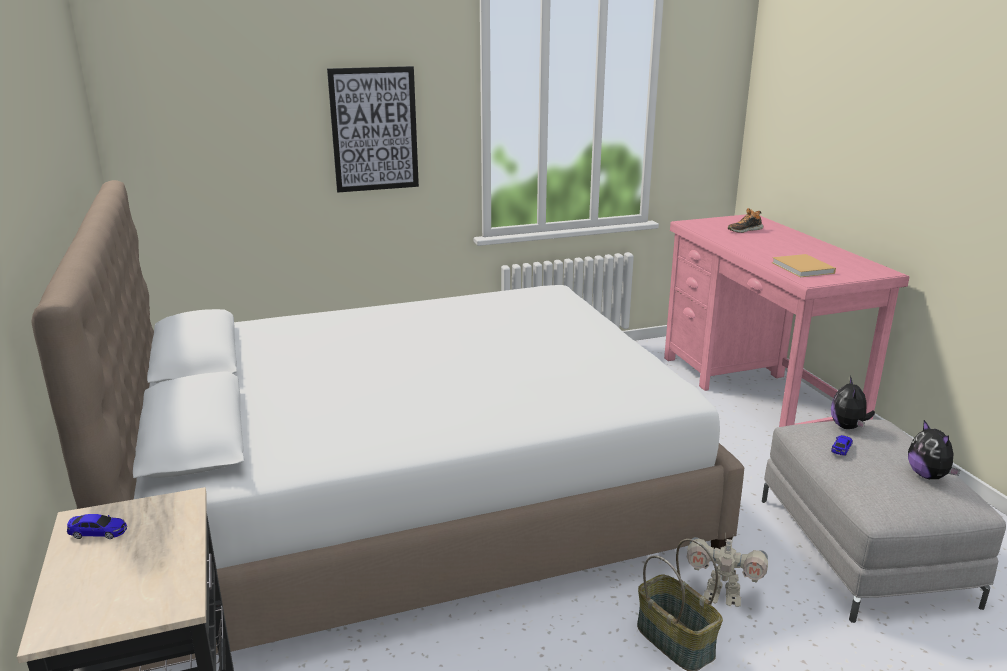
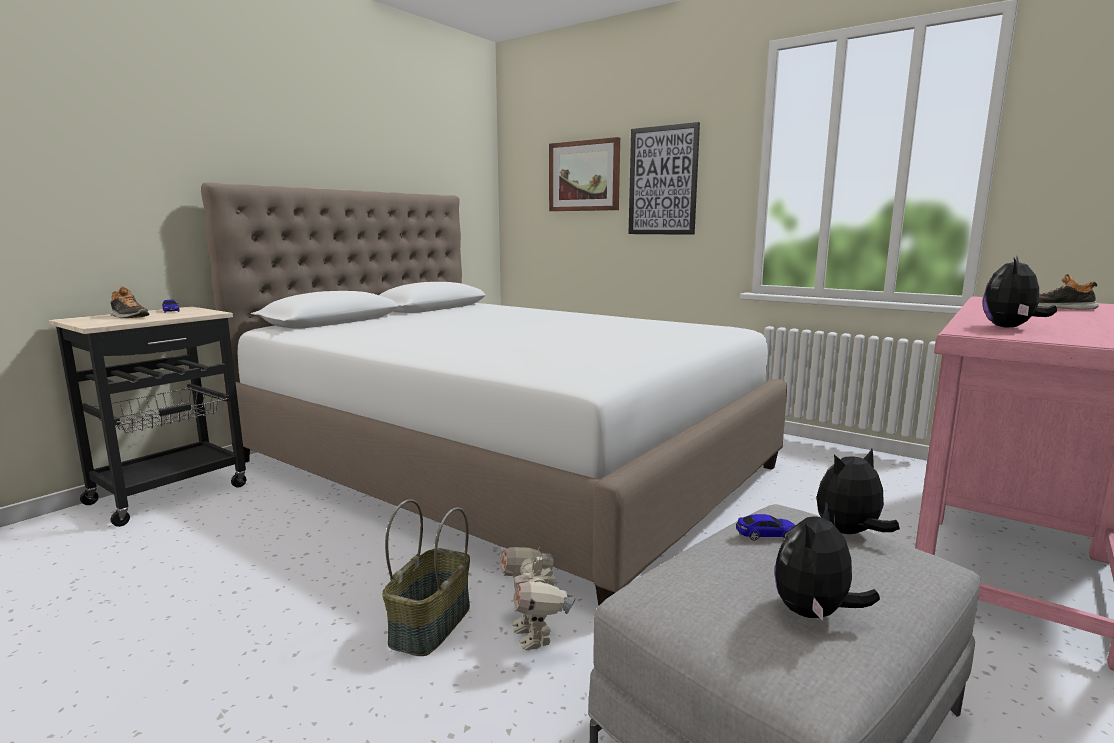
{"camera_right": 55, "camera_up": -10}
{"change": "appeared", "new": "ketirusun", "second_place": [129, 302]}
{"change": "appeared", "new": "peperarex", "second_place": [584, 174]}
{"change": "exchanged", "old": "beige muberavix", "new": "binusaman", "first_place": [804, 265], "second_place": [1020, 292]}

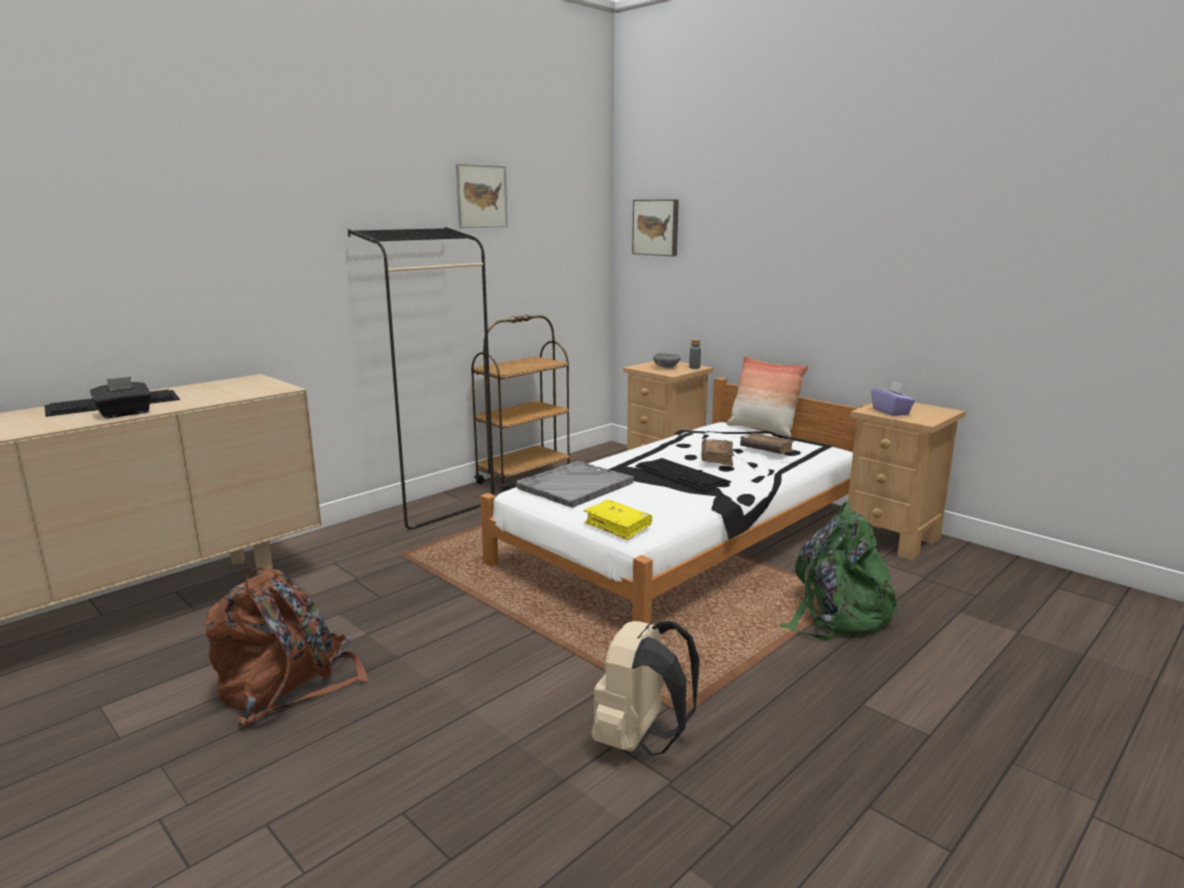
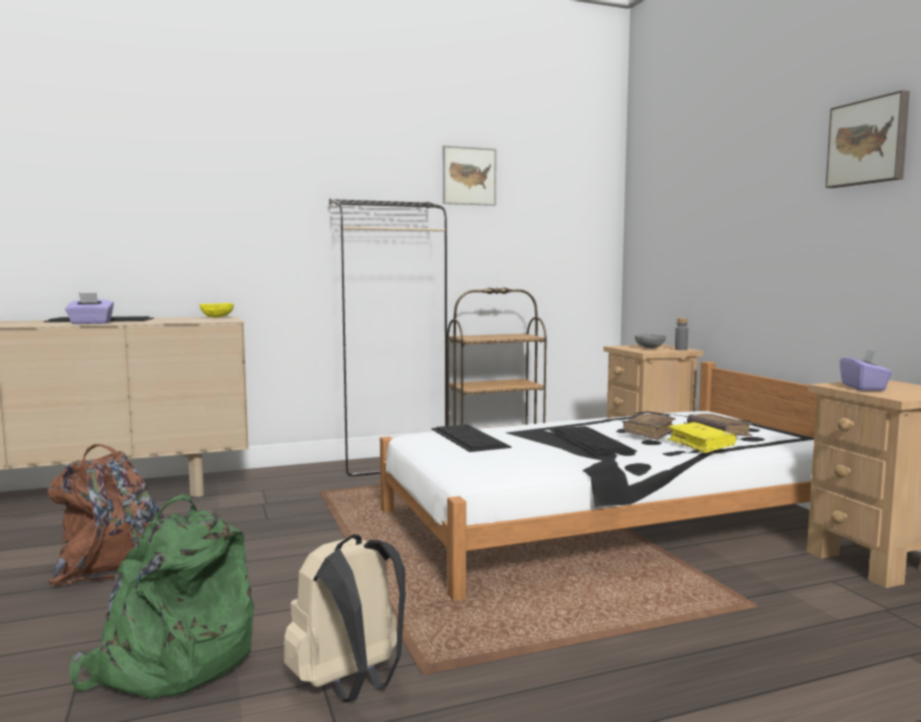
{"camera_right": 25, "camera_up": -10}
{"change": "missing", "old": "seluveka", "first_place": [767, 396]}
{"change": "appeared", "new": "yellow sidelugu", "second_place": [216, 310]}
{"change": "relocated", "old": "yellow muberavix", "first_place": [618, 520], "second_place": [701, 437]}
{"change": "relocated", "old": "peperarex", "first_place": [655, 227], "second_place": [867, 139]}
{"change": "relocated", "old": "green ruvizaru", "first_place": [840, 570], "second_place": [162, 597]}
{"change": "exchanged", "old": "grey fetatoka", "new": "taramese", "first_place": [575, 484], "second_place": [471, 438]}
{"change": "colour", "old": "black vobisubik", "new": "purple vobisubik", "first_place": [120, 397], "second_place": [89, 308]}

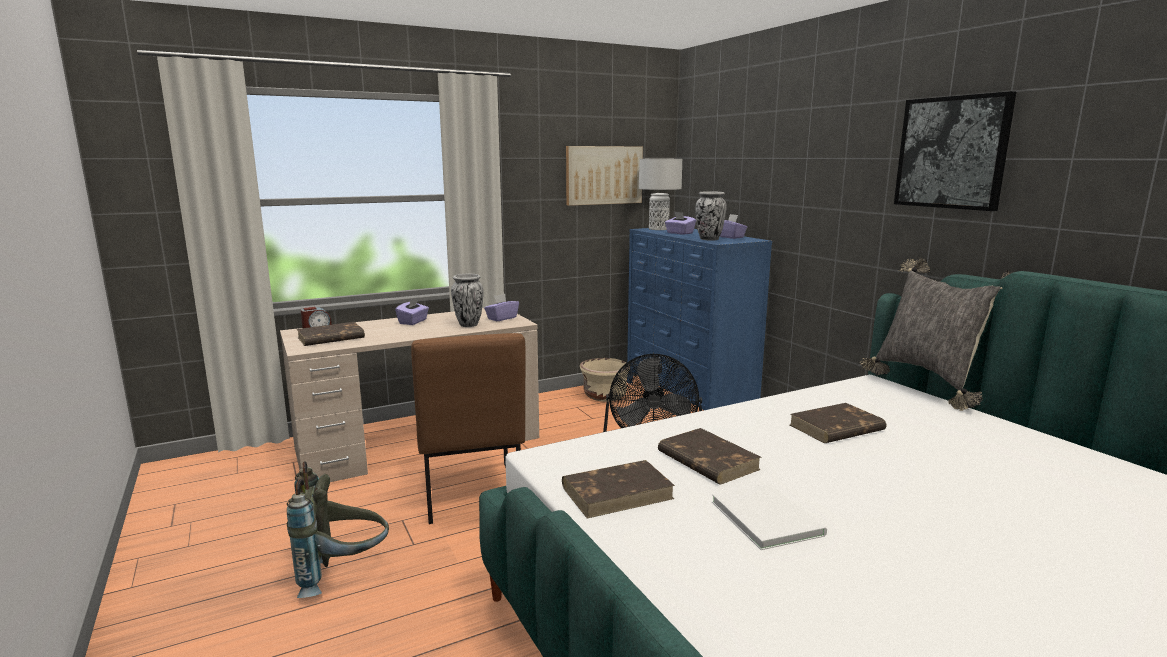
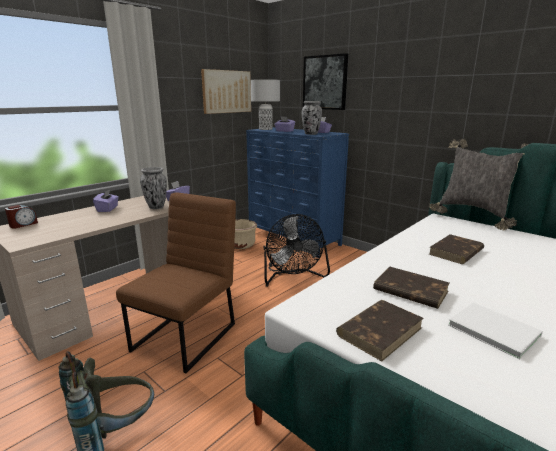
{"camera_right": -20, "camera_up": 5}
{"change": "missing", "old": "brown muberavix", "first_place": [331, 334]}
{"change": "relocated", "old": "peperarex", "first_place": [955, 151], "second_place": [325, 81]}
{"change": "spun", "old": "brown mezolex", "first_place": [468, 428], "second_place": [176, 282], "degrees": -120}

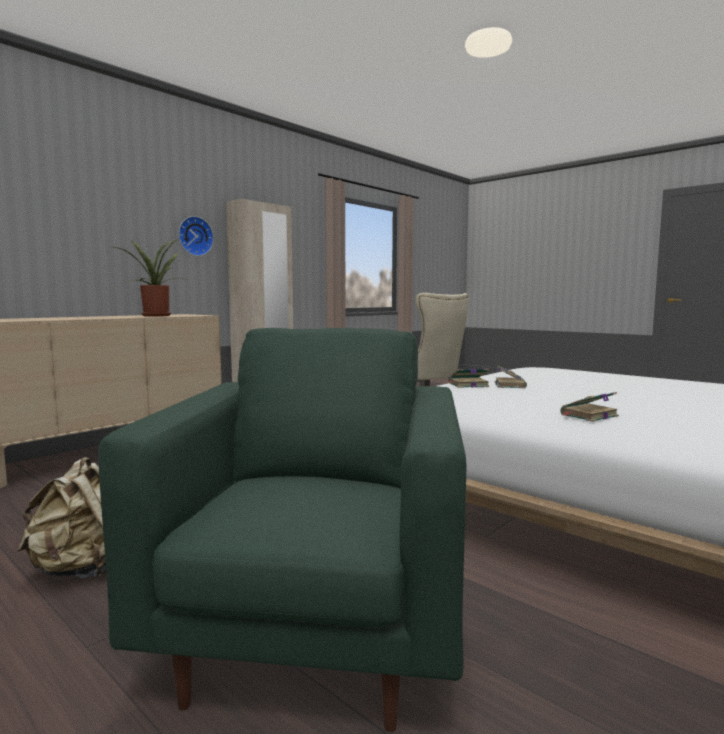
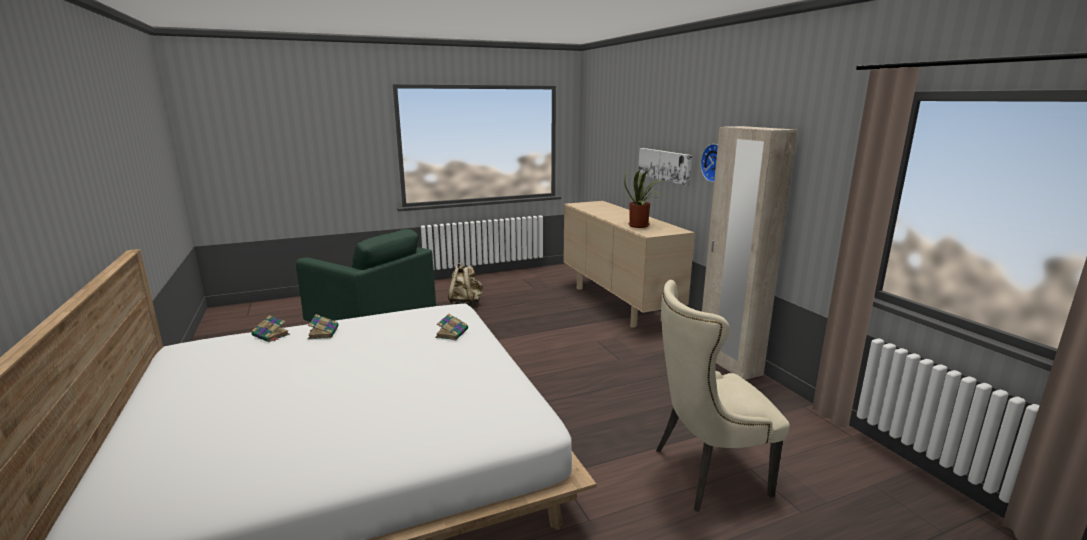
{"camera_right": 115, "camera_up": 10}
{"change": "appeared", "new": "peperarex", "second_place": [665, 167]}
{"change": "relocated", "old": "muberavix", "first_place": [510, 377], "second_place": [270, 328]}

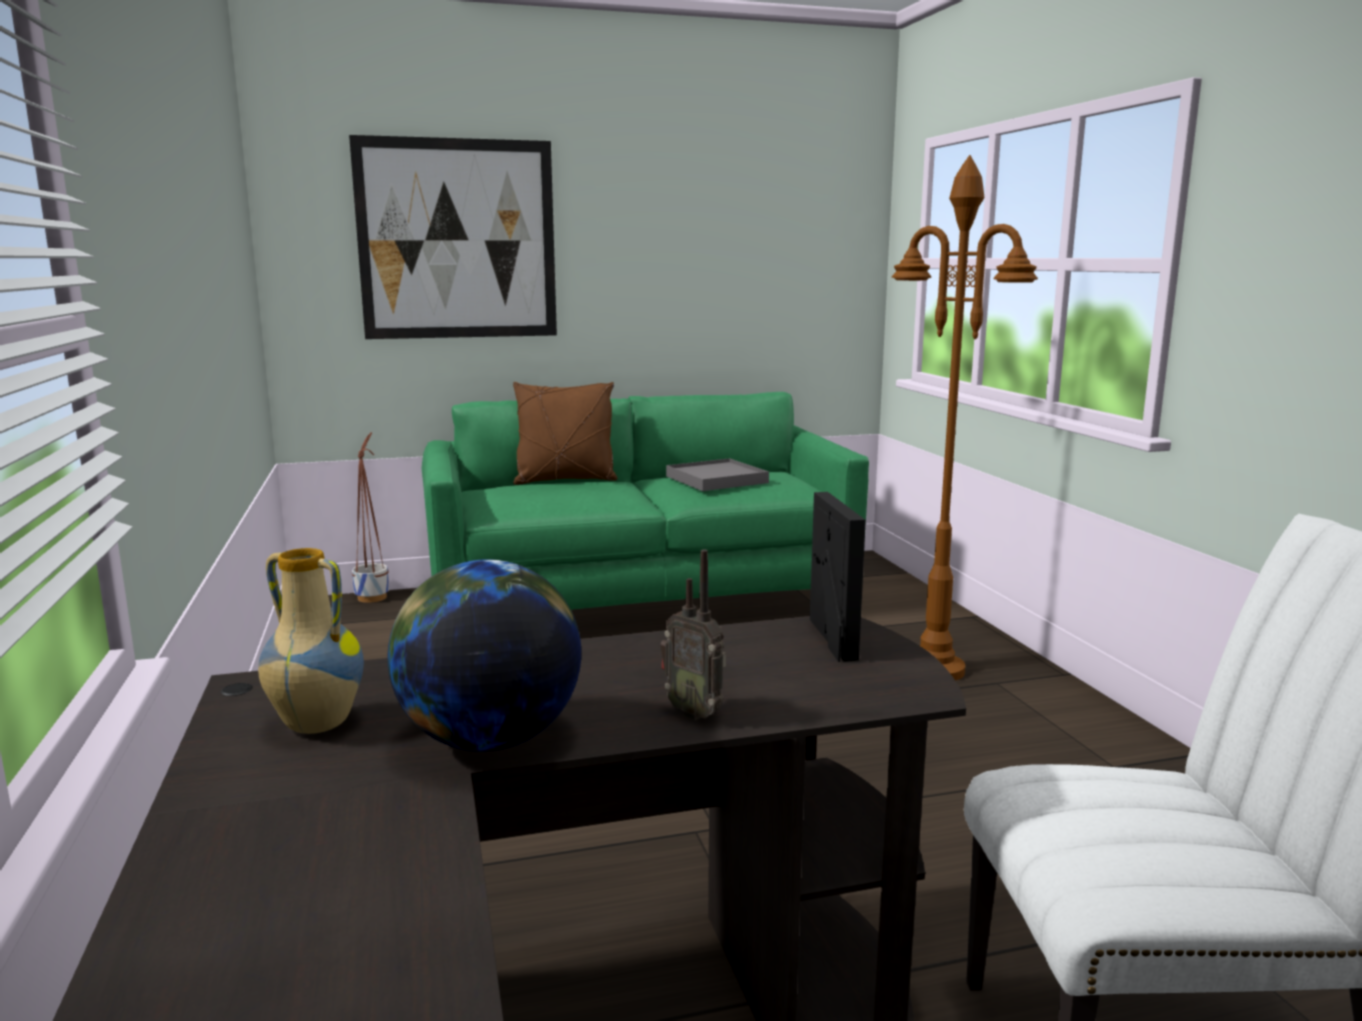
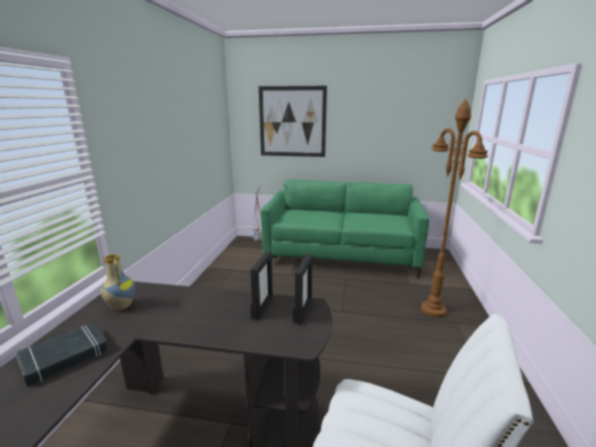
{"camera_right": 25, "camera_up": 5}
{"change": "missing", "old": "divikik", "first_place": [484, 655]}
{"change": "missing", "old": "brown seluveka", "first_place": [565, 433]}
{"change": "missing", "old": "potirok", "first_place": [693, 635]}
{"change": "missing", "old": "grey fetatoka", "first_place": [717, 474]}
{"change": "appeared", "new": "black muberavix", "second_place": [62, 354]}
{"change": "appeared", "new": "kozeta", "second_place": [261, 285]}

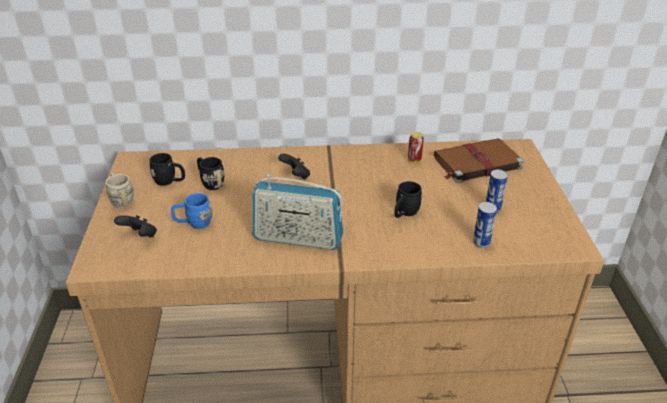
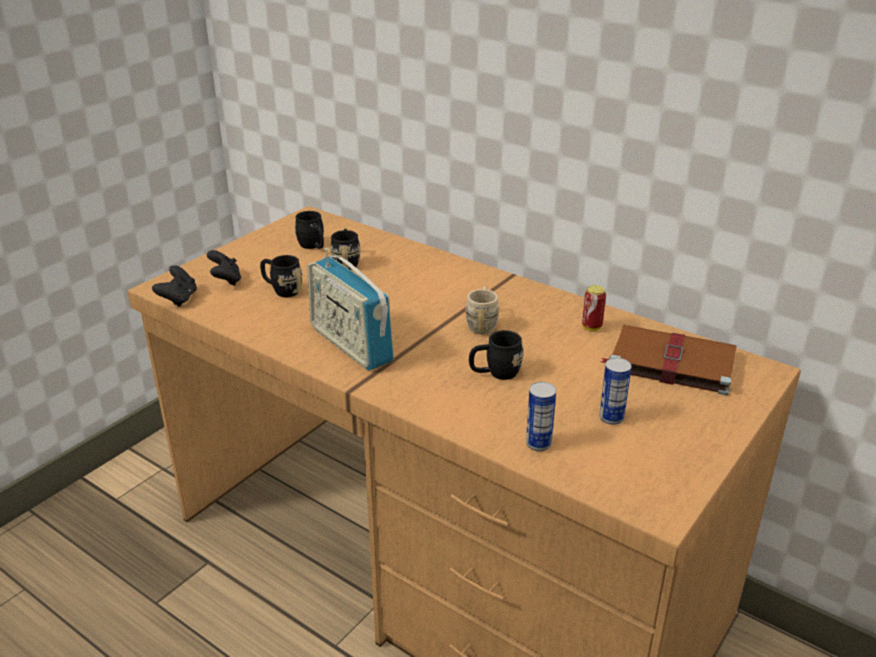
{"camera_right": 40, "camera_up": -5}
{"change": "relocated", "old": "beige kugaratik", "first_place": [120, 190], "second_place": [482, 311]}
{"change": "relocated", "old": "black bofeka", "first_place": [294, 167], "second_place": [174, 286]}
{"change": "colour", "old": "blue kugaratik", "new": "black kugaratik", "first_place": [192, 211], "second_place": [281, 276]}

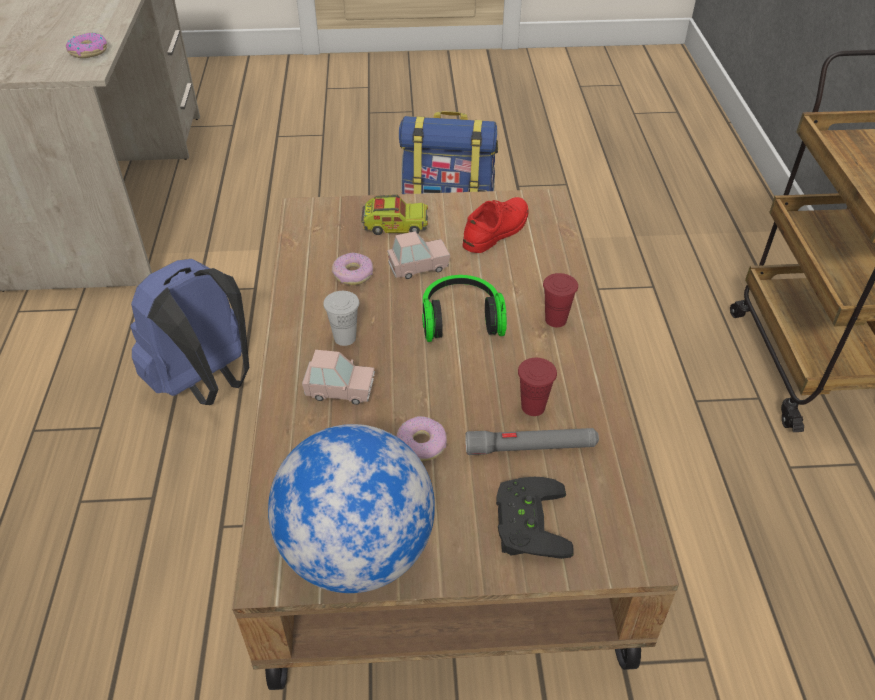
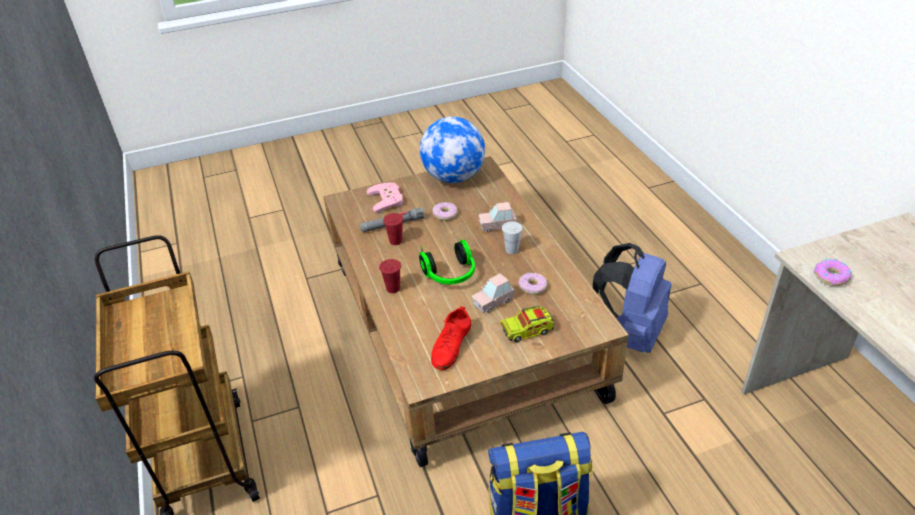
{"camera_right": 165, "camera_up": -5}
{"change": "colour", "old": "black bofeka", "new": "pink bofeka", "first_place": [535, 518], "second_place": [385, 197]}

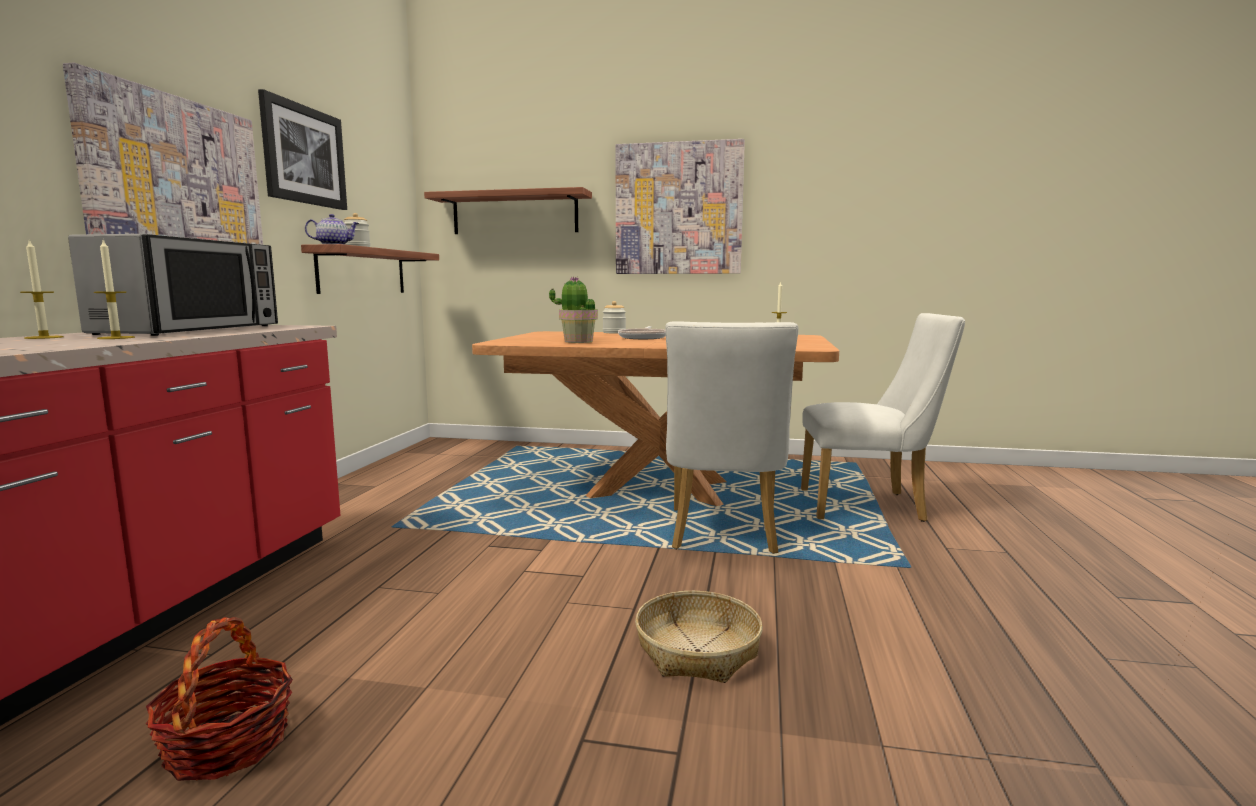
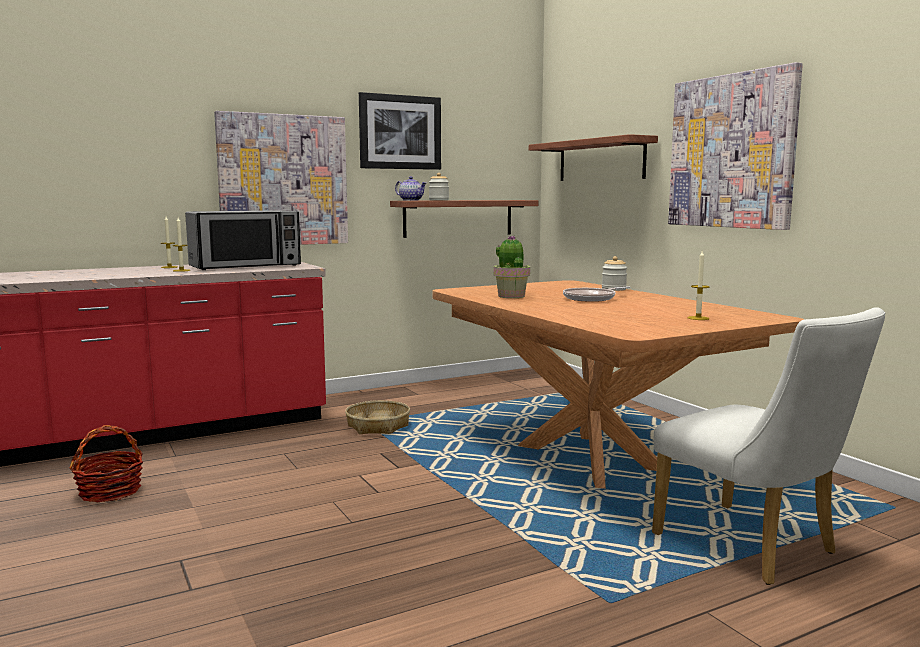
{"camera_right": 50, "camera_up": 0}
{"change": "missing", "old": "white mezolex", "first_place": [731, 438]}
{"change": "relocated", "old": "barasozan", "first_place": [699, 637], "second_place": [377, 417]}

